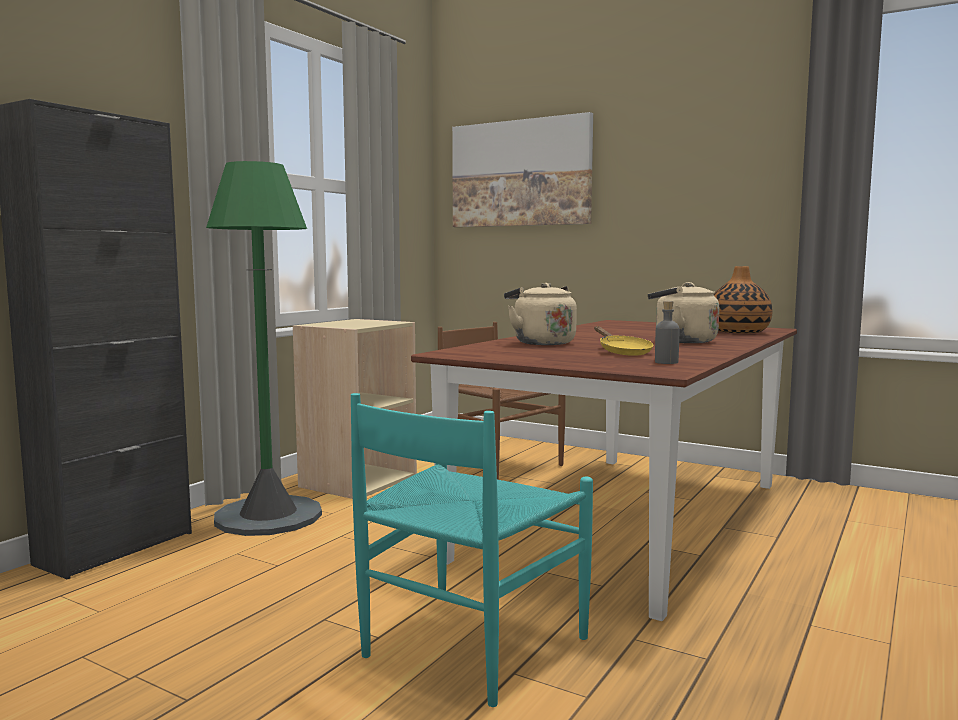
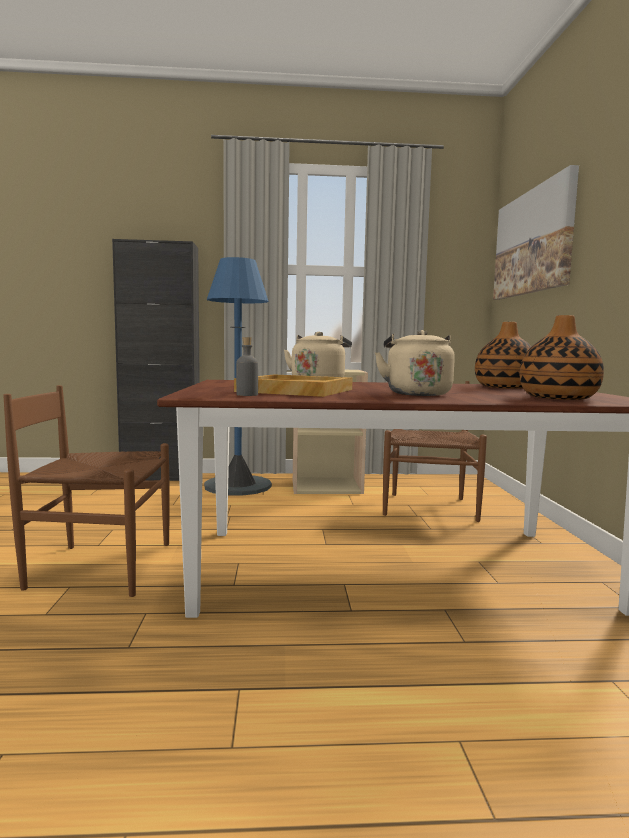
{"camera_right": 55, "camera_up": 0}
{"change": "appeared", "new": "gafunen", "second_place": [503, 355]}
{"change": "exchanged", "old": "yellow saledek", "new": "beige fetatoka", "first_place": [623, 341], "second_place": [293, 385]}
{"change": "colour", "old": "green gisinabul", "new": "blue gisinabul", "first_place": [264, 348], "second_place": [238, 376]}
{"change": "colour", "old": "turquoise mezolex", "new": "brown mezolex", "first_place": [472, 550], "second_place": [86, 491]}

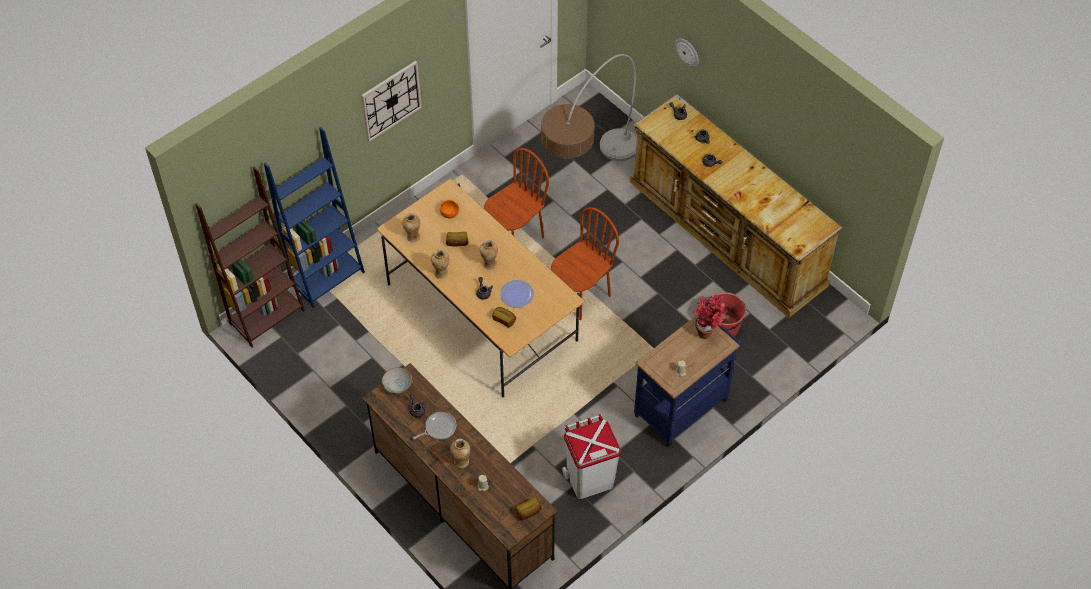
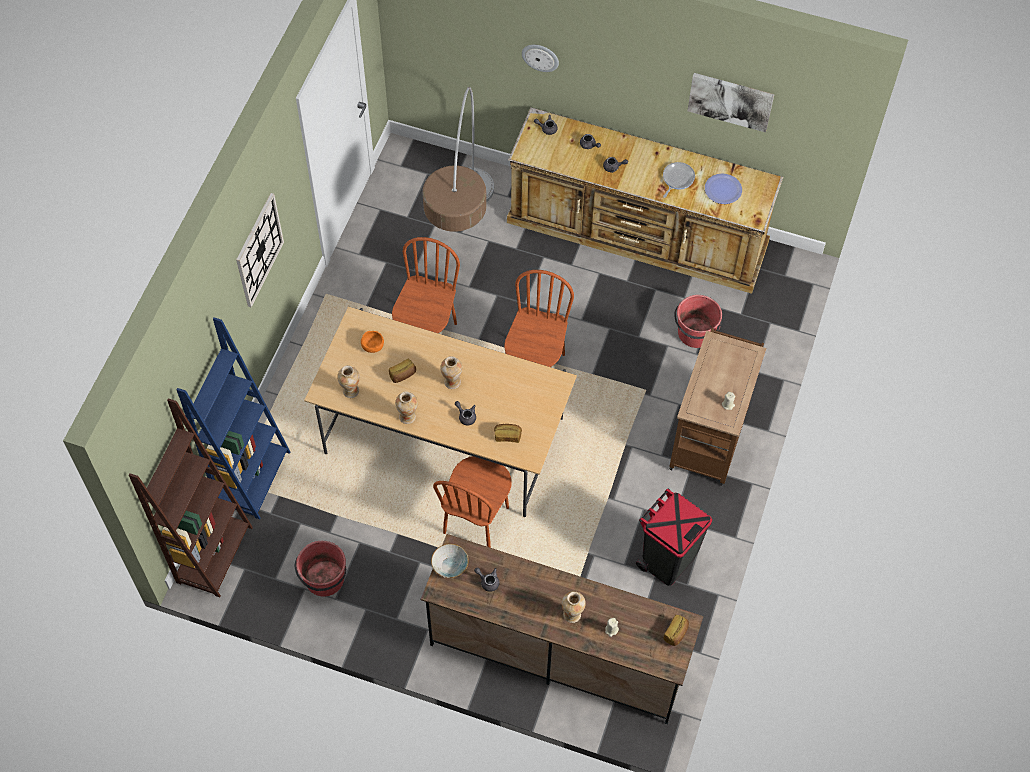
{"camera_right": -30, "camera_up": 5}
{"change": "missing", "old": "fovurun", "first_place": [709, 316]}
{"change": "appeared", "new": "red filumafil", "second_place": [320, 568]}
{"change": "appeared", "new": "brown mezolex", "second_place": [472, 502]}
{"change": "appeared", "new": "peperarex", "second_place": [731, 103]}
{"change": "relocated", "old": "saledek", "first_place": [434, 426], "second_place": [679, 180]}
{"change": "relocated", "old": "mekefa", "first_place": [517, 294], "second_place": [723, 188]}
{"change": "colour", "old": "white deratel", "new": "black deratel", "first_place": [591, 456], "second_place": [674, 537]}
{"change": "colour", "old": "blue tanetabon", "new": "brown tanetabon", "first_place": [688, 380], "second_place": [718, 407]}

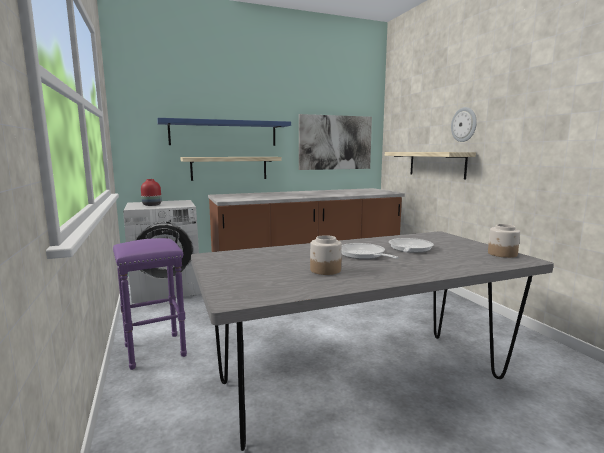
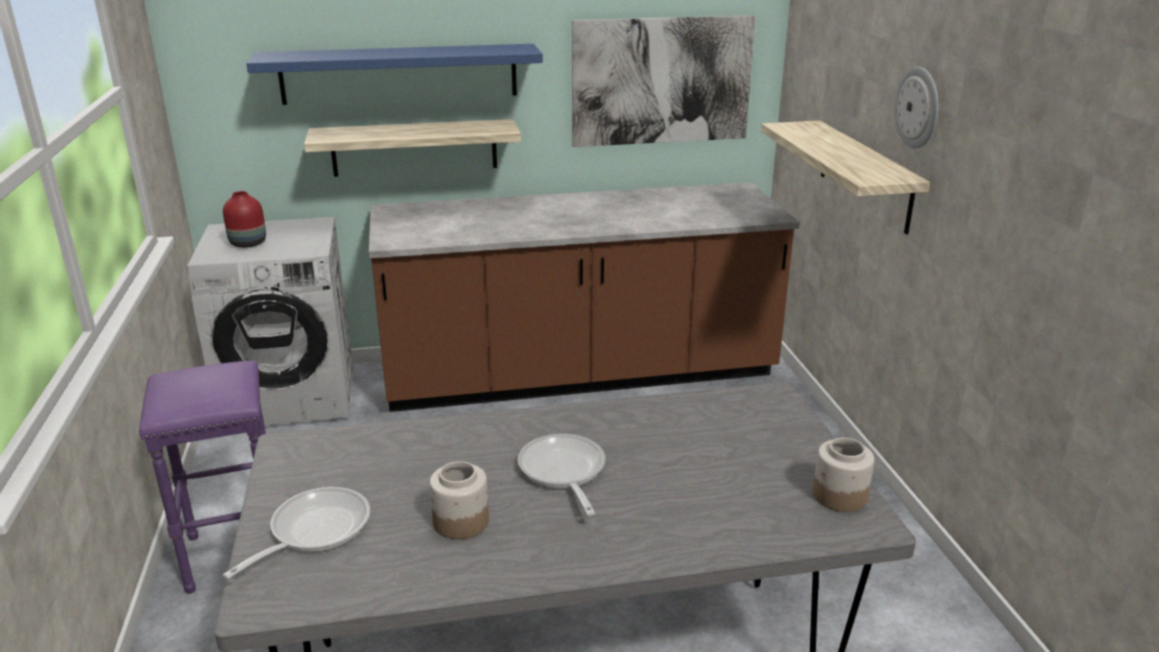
{"camera_right": 10, "camera_up": 15}
{"change": "relocated", "old": "saledek", "first_place": [411, 245], "second_place": [296, 533]}

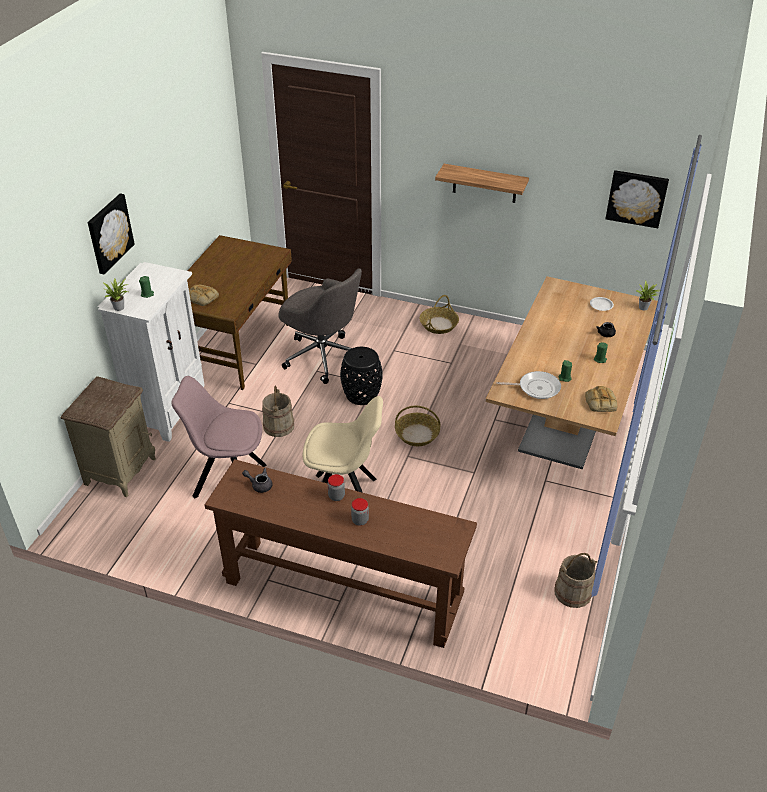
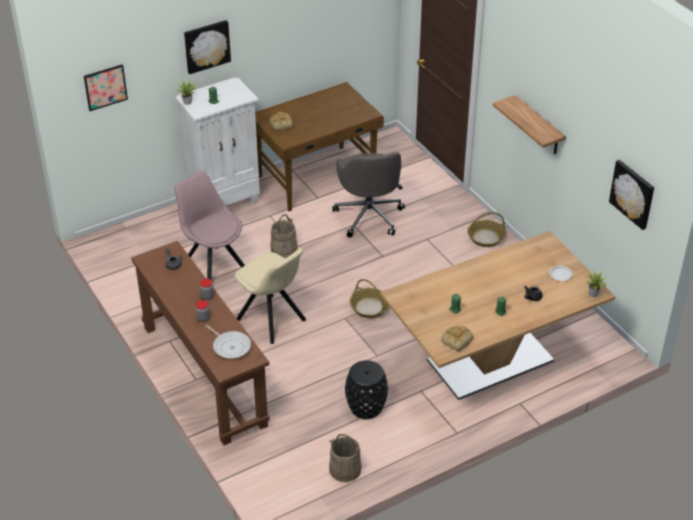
{"camera_right": 40, "camera_up": 0}
{"change": "missing", "old": "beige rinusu", "first_place": [108, 436]}
{"change": "appeared", "new": "peperarex", "second_place": [106, 87]}
{"change": "relocated", "old": "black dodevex", "first_place": [361, 376], "second_place": [366, 389]}
{"change": "relocated", "old": "saledek", "first_place": [529, 385], "second_place": [228, 342]}

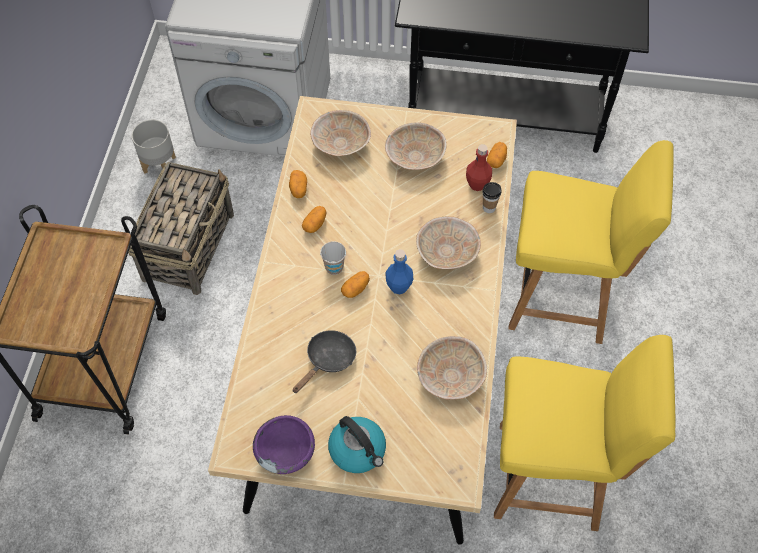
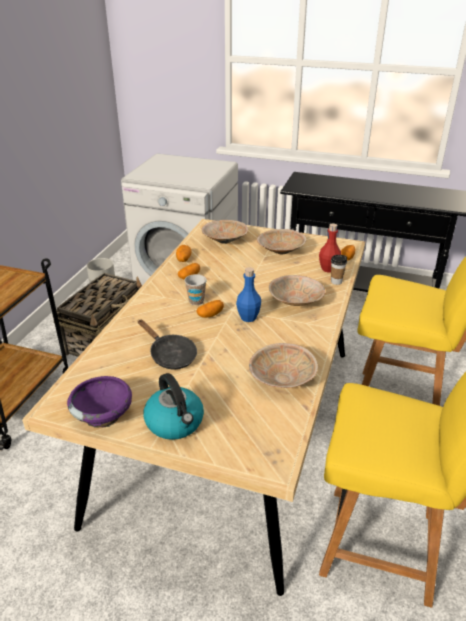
{"camera_right": 10, "camera_up": -25}
{"change": "spun", "old": "black saledek", "first_place": [324, 361], "second_place": [167, 344], "degrees": 90}

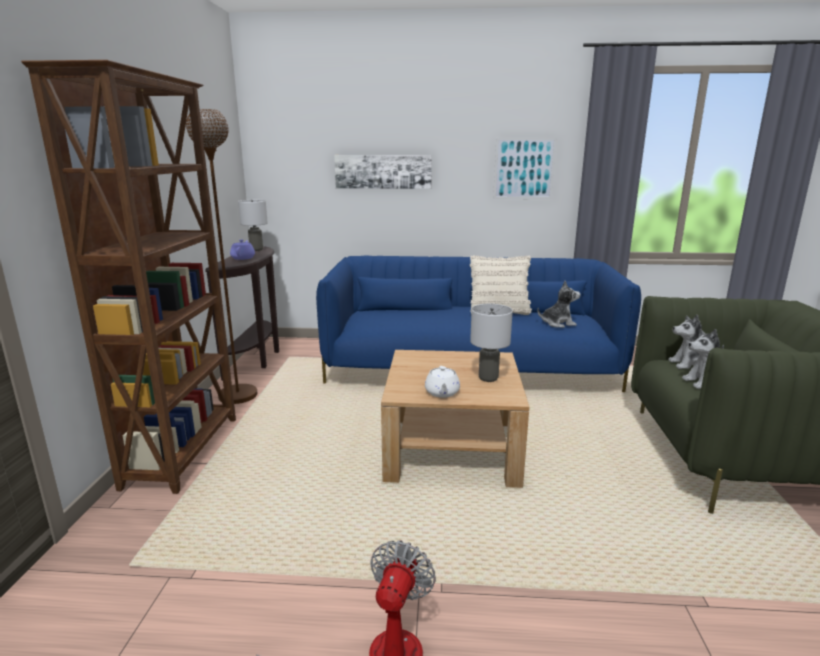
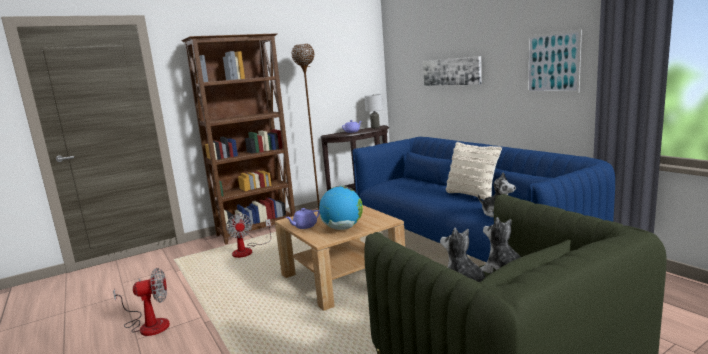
{"camera_right": 55, "camera_up": -5}
{"change": "appeared", "new": "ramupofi", "second_place": [248, 235]}
{"change": "exchanged", "old": "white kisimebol", "new": "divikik", "first_place": [491, 343], "second_place": [341, 208]}
{"change": "colour", "old": "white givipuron", "new": "purple givipuron", "first_place": [442, 382], "second_place": [302, 218]}

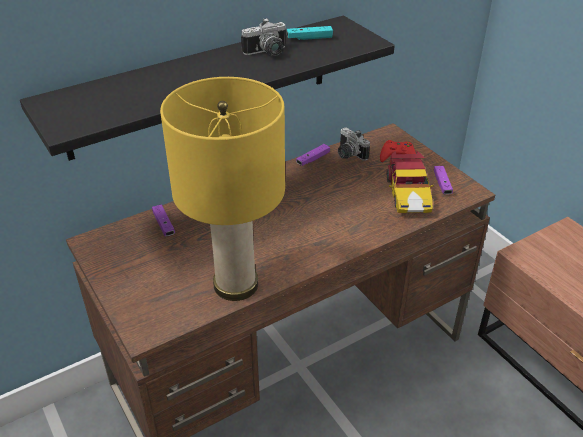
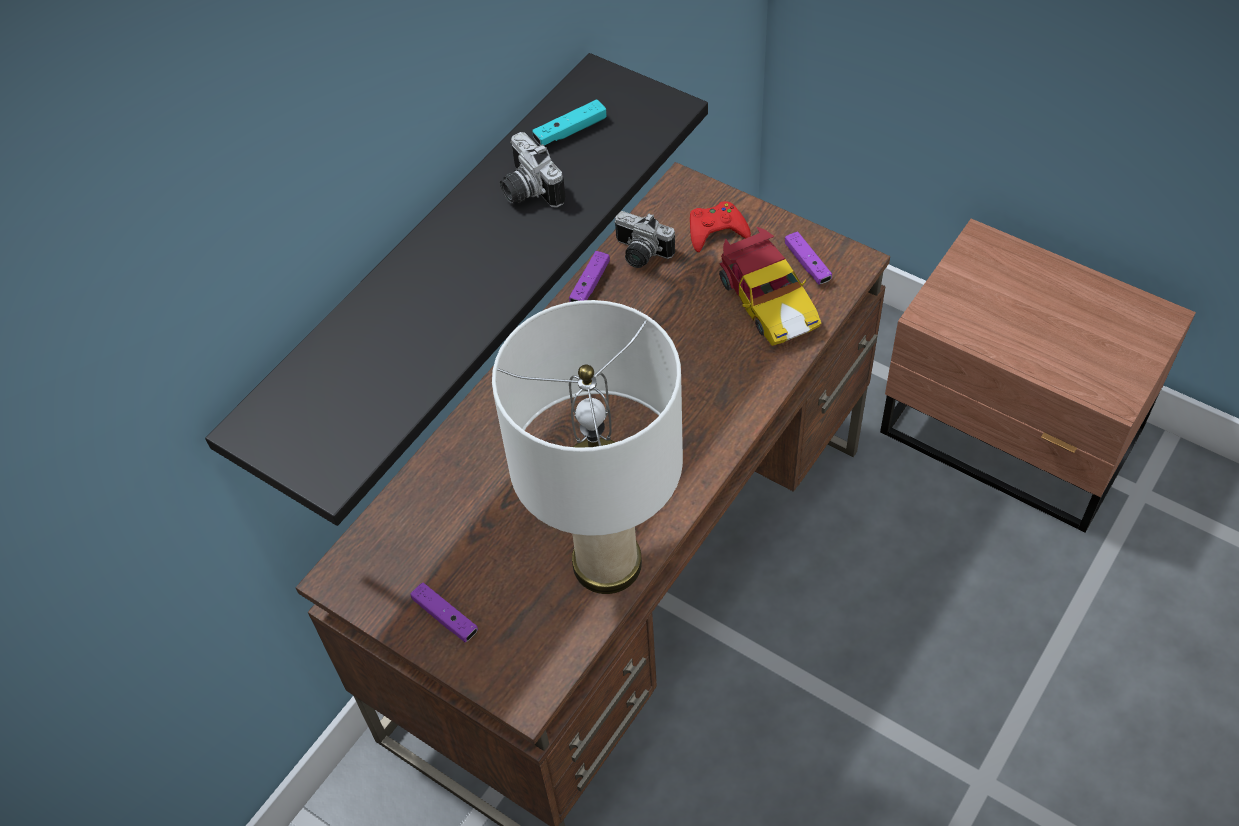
{"camera_right": -20, "camera_up": 15}
{"change": "relocated", "old": "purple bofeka", "first_place": [163, 220], "second_place": [444, 612]}
{"change": "colour", "old": "yellow kisimebol", "new": "white kisimebol", "first_place": [222, 189], "second_place": [587, 447]}
{"change": "spun", "old": "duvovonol", "first_place": [263, 37], "second_place": [533, 169], "degrees": 105}

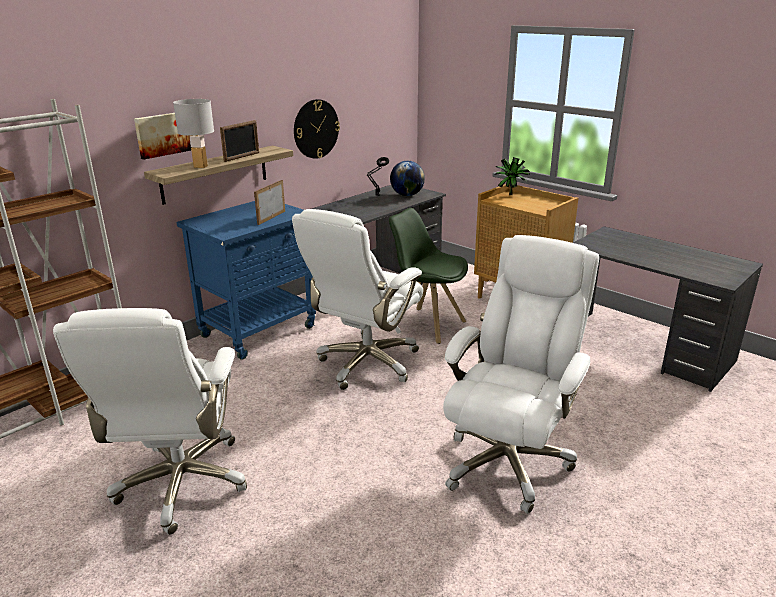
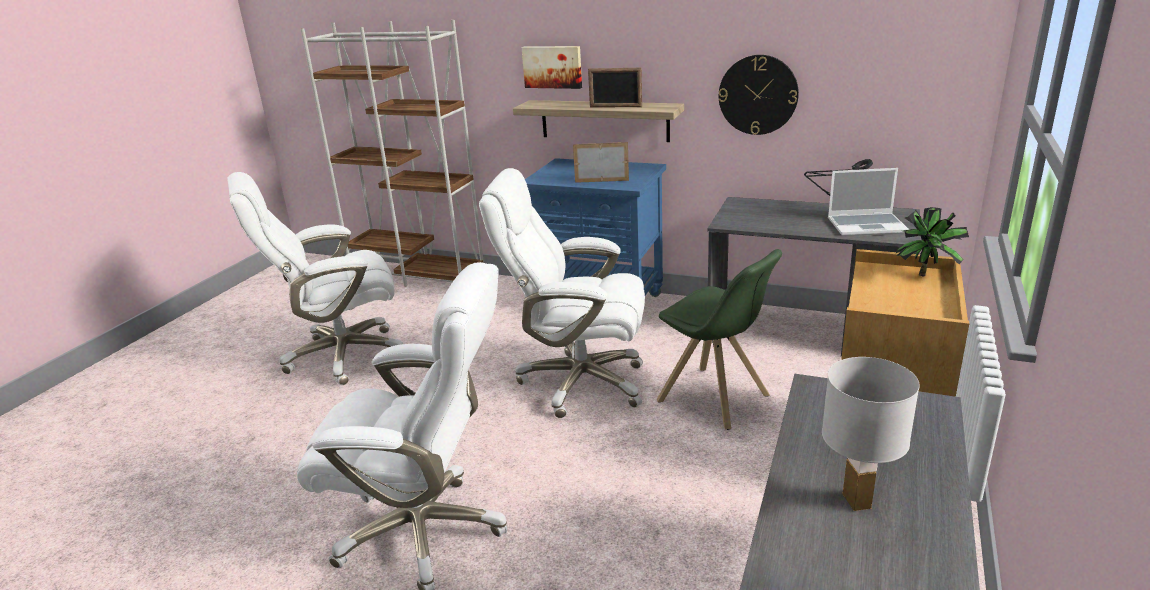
{"camera_right": 70, "camera_up": 0}
{"change": "relocated", "old": "white kisimebol", "first_place": [193, 133], "second_place": [871, 434]}
{"change": "exchanged", "old": "divikik", "new": "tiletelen", "first_place": [407, 178], "second_place": [868, 202]}
{"change": "spun", "old": "green mezolex", "first_place": [428, 276], "second_place": [719, 339], "degrees": 120}

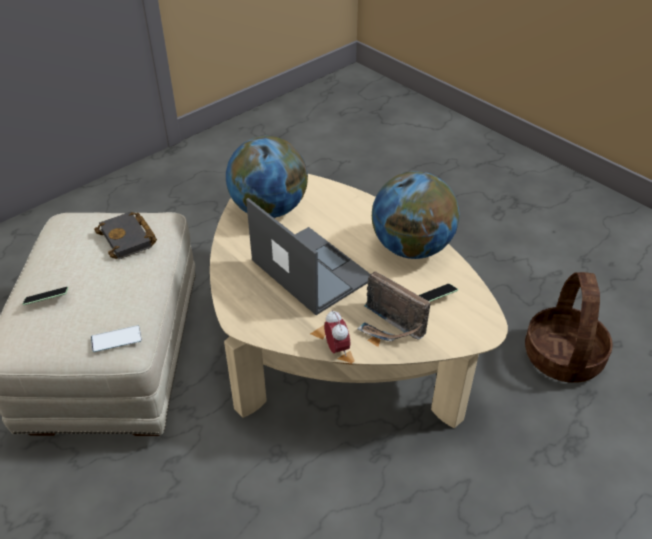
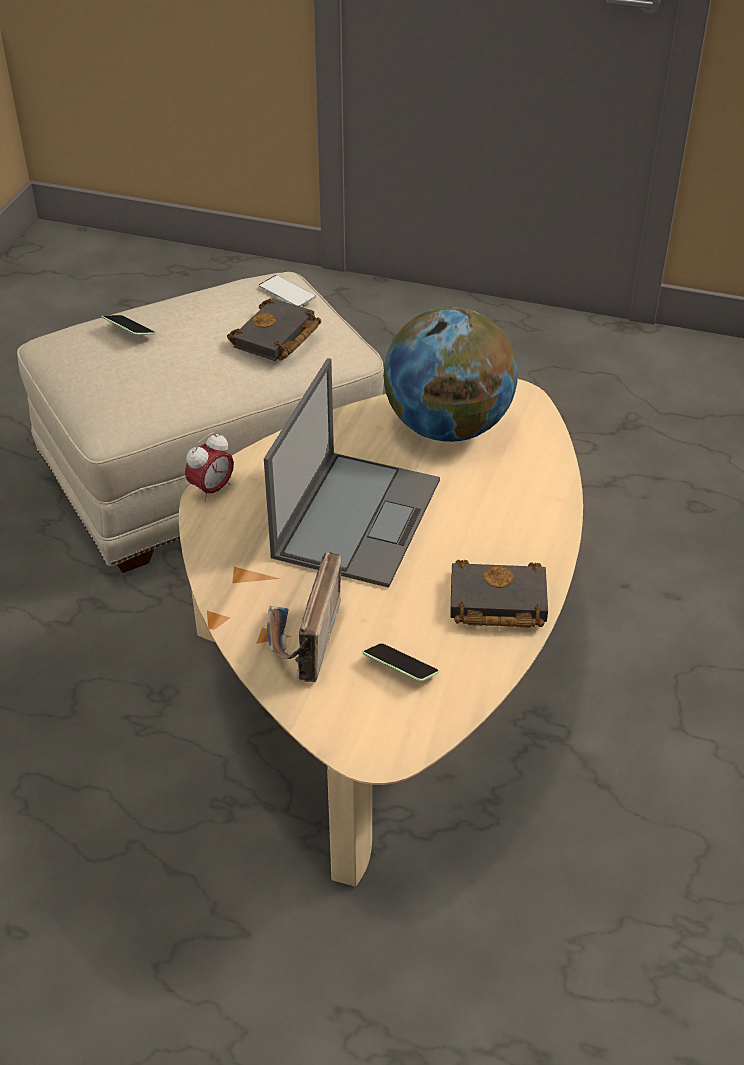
{"camera_right": 60, "camera_up": 0}
{"change": "missing", "old": "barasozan", "first_place": [569, 327]}
{"change": "relocated", "old": "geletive", "first_place": [116, 338], "second_place": [287, 290]}
{"change": "relocated", "old": "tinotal", "first_place": [337, 333], "second_place": [209, 467]}
{"change": "exchanged", "old": "divikik", "new": "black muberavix", "first_place": [416, 215], "second_place": [499, 593]}

